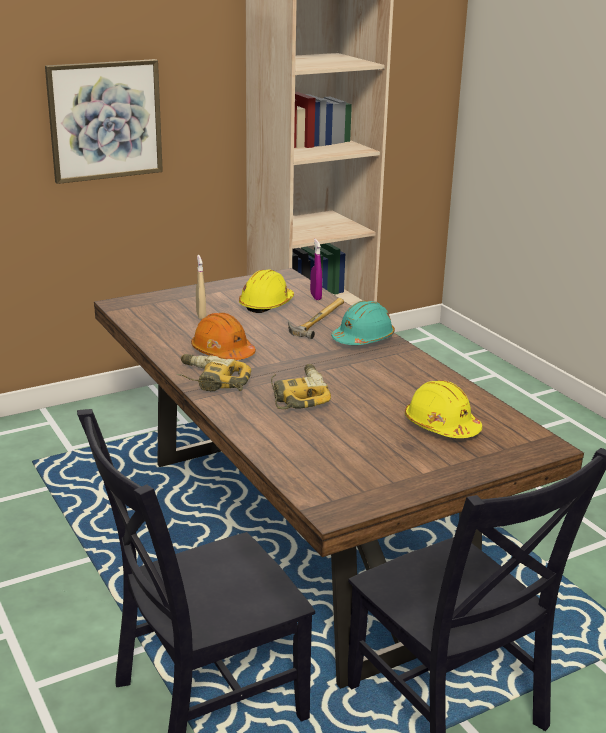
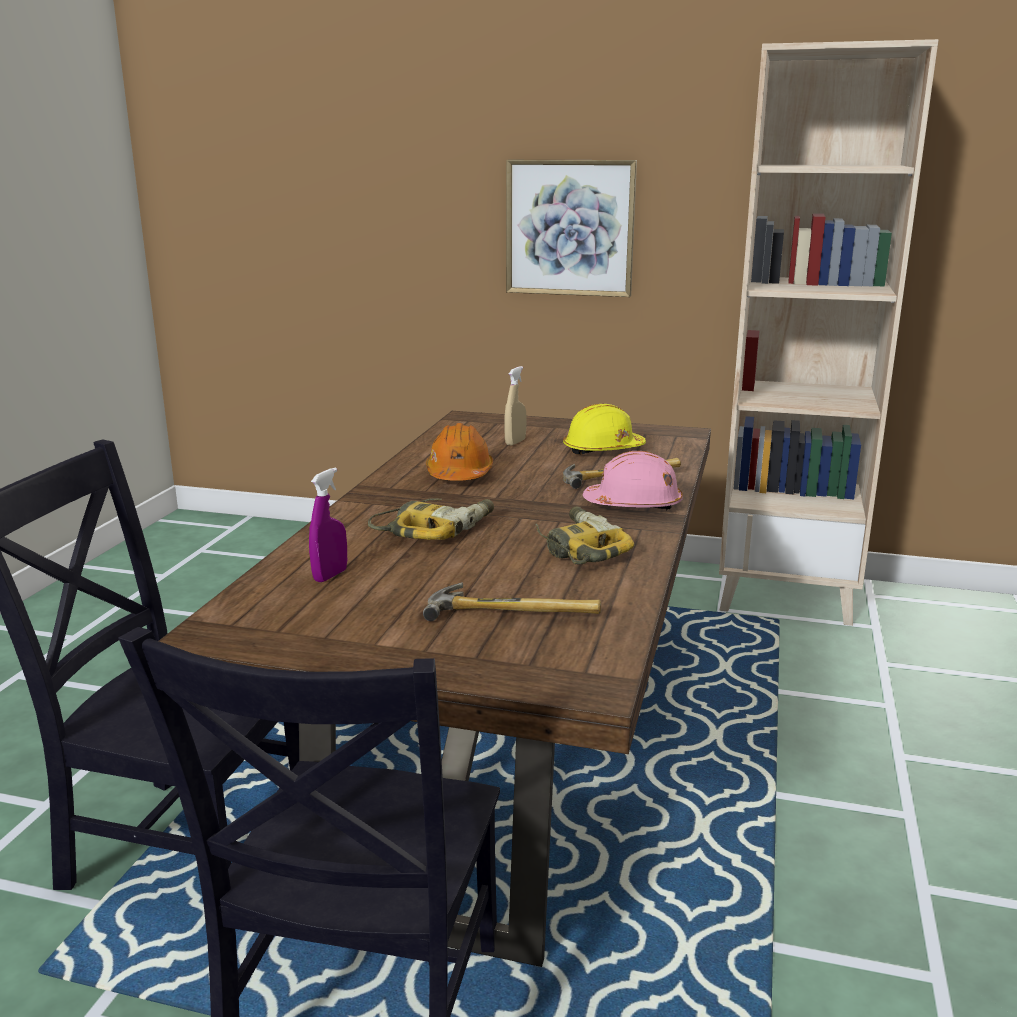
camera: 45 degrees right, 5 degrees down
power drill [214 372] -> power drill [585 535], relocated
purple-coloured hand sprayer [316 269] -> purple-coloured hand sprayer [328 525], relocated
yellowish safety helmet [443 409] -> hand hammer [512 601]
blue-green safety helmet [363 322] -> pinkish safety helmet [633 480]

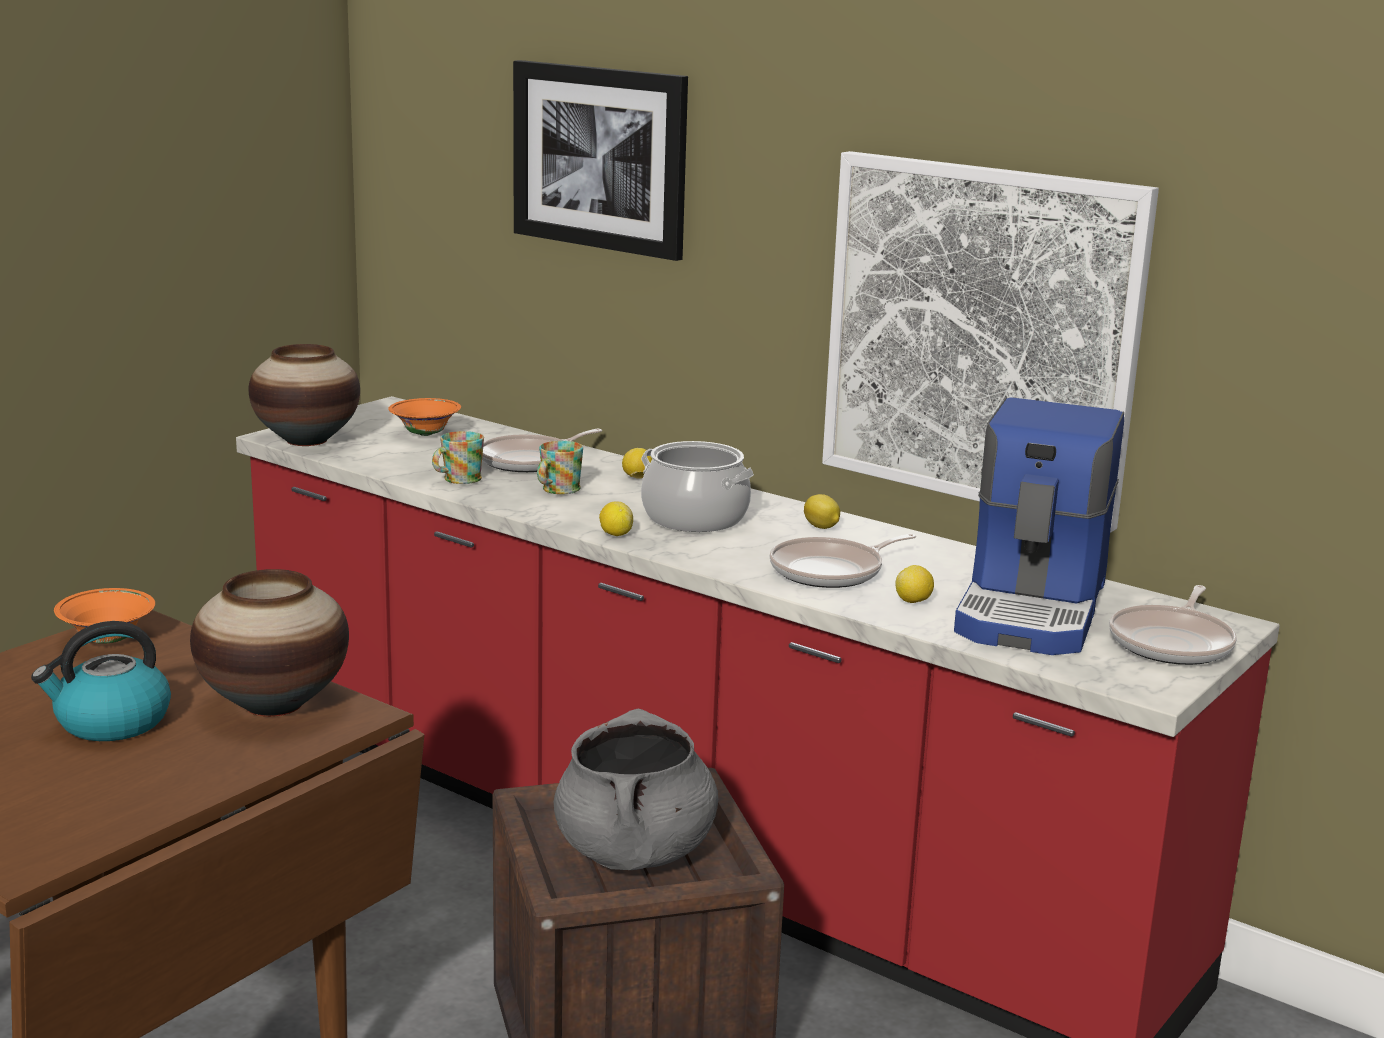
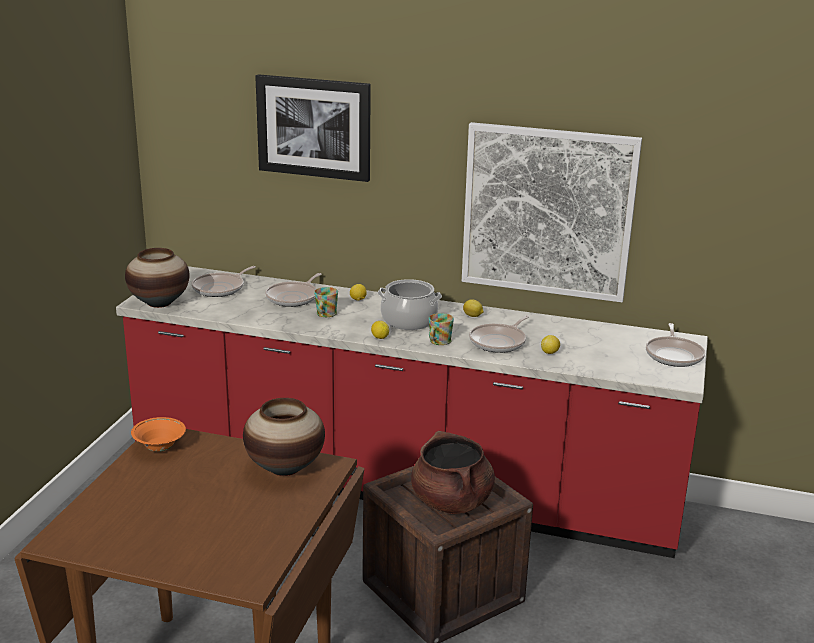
camera: 20 degrees left, 5 degrees up
tea kettle [101 681] -> none
coffee machine [1039 526] -> none
mug [458 457] -> mug [441 329], relocated
orange bowl [424 417] -> frying pan [223 281]
greyish cooking pot [636 789] -> brownish cooking pot [453 472]

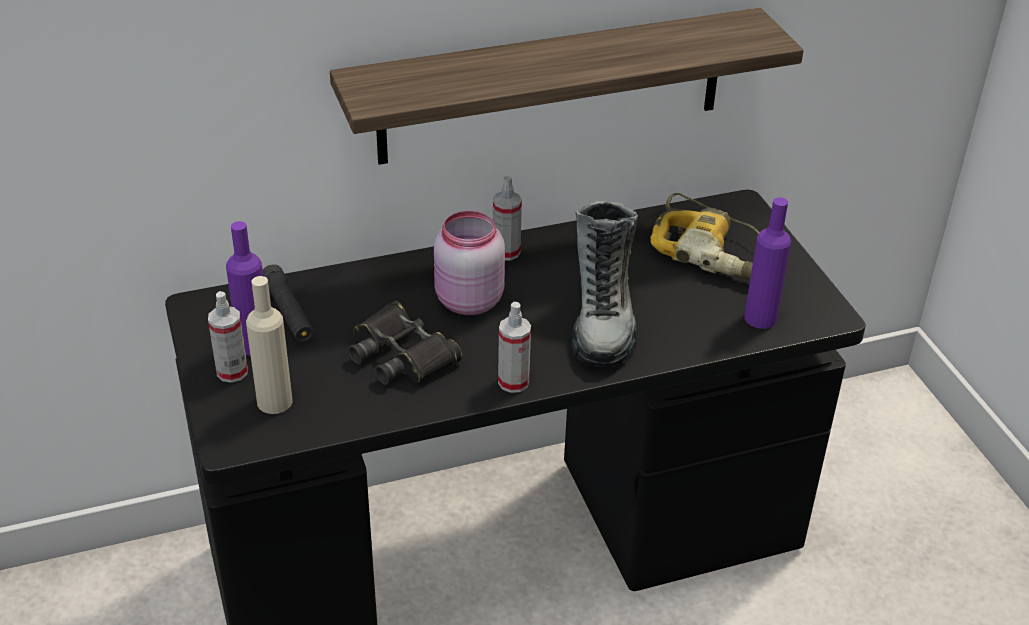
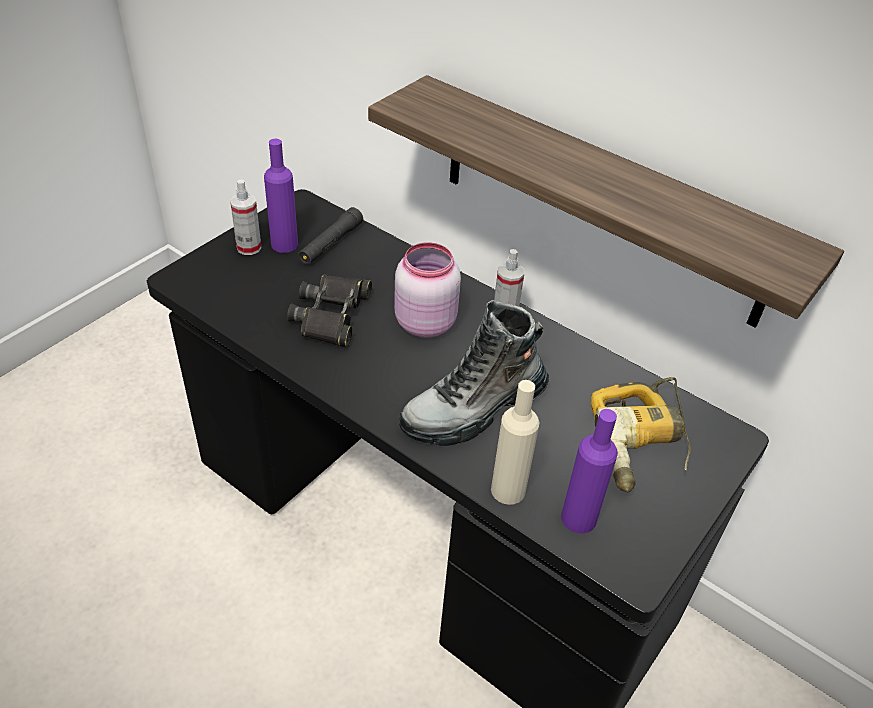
camera: 55 degrees right, 5 degrees up
hand sprayer [514 347] -> none
sand-coloured bottle [269 345] -> sand-coloured bottle [515 442], relocated

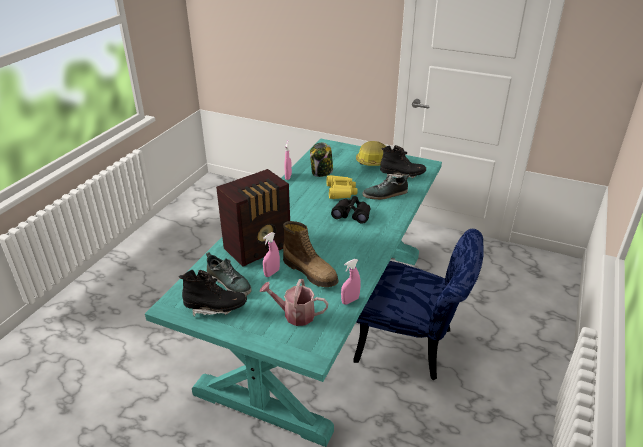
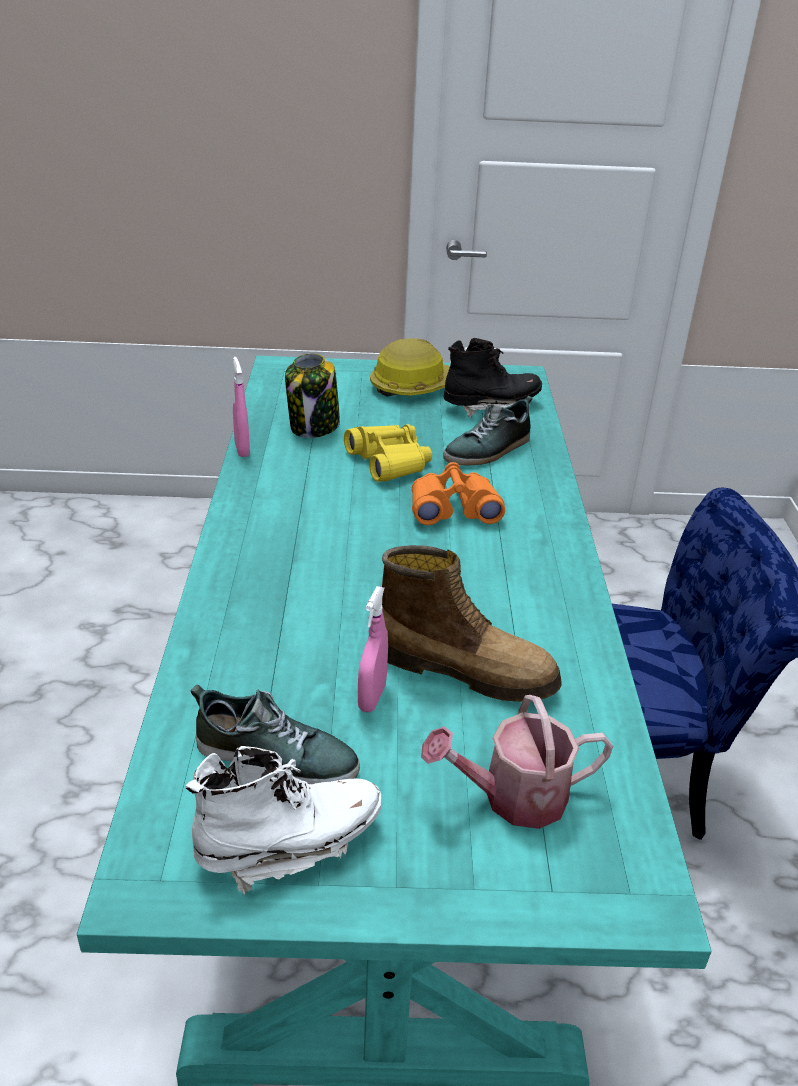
camera: 25 degrees left, 0 degrees up
radio [253 218] -> none
pinkish hand sprayer [351 282] -> none
black-coloured high-top boot [213 293] -> whitish high-top boot [284 820]
black-coloured pair of binoculars [351 210] -> orange pair of binoculars [458 493]

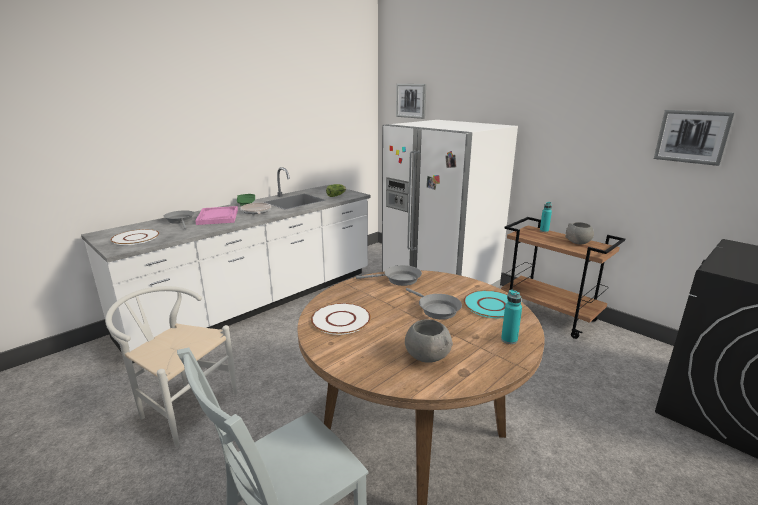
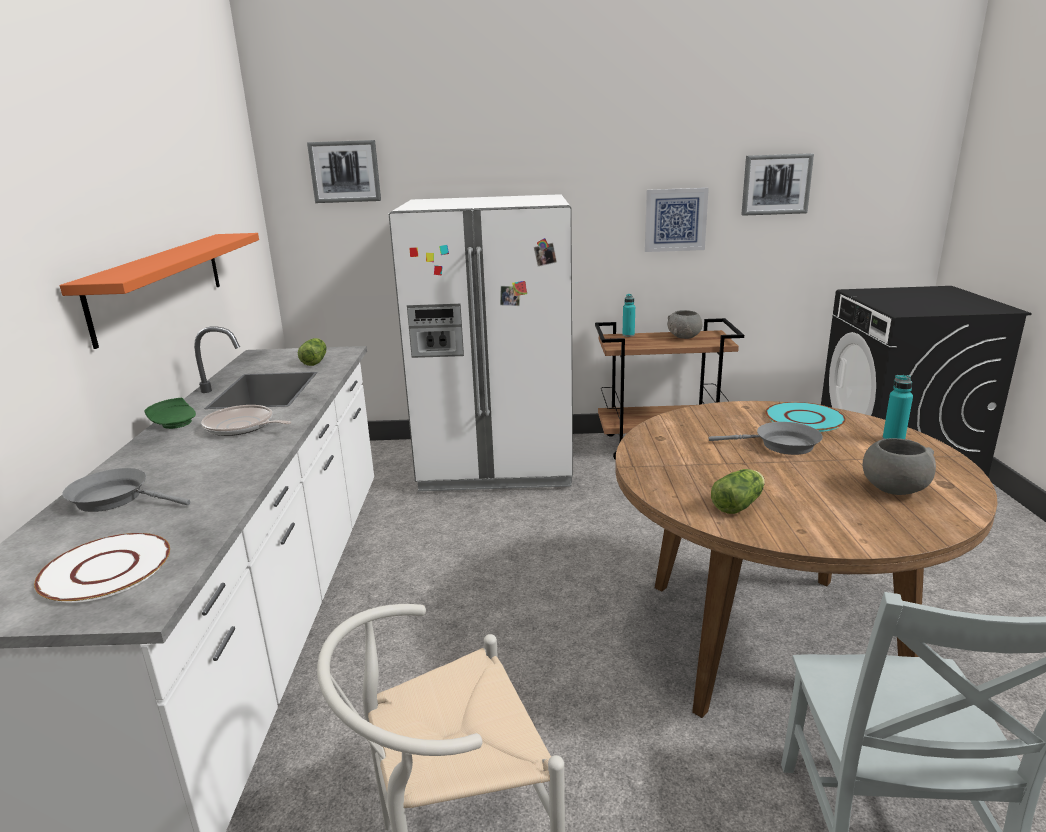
camera: 45 degrees left, 0 degrees up
pinkish tray [216 215] -> none
greyish frying pan [389 275] -> none
none -> orange shelf [159 291]
none -> wall art [677 220]
whitish plate [341 319] -> lettuce head [738 491]

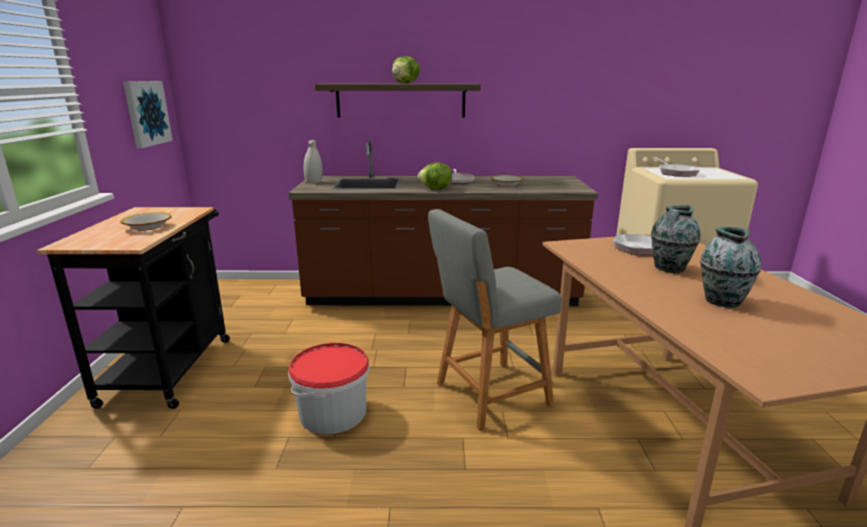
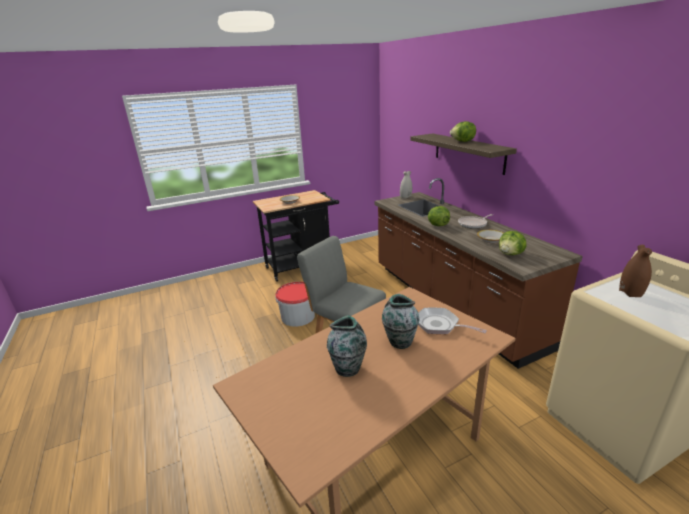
camera: 65 degrees right, 5 degrees up
wall art [148 114] -> none
none -> lettuce head [513 243]
frying pan [676 167] -> brownish flower vase [635 271]

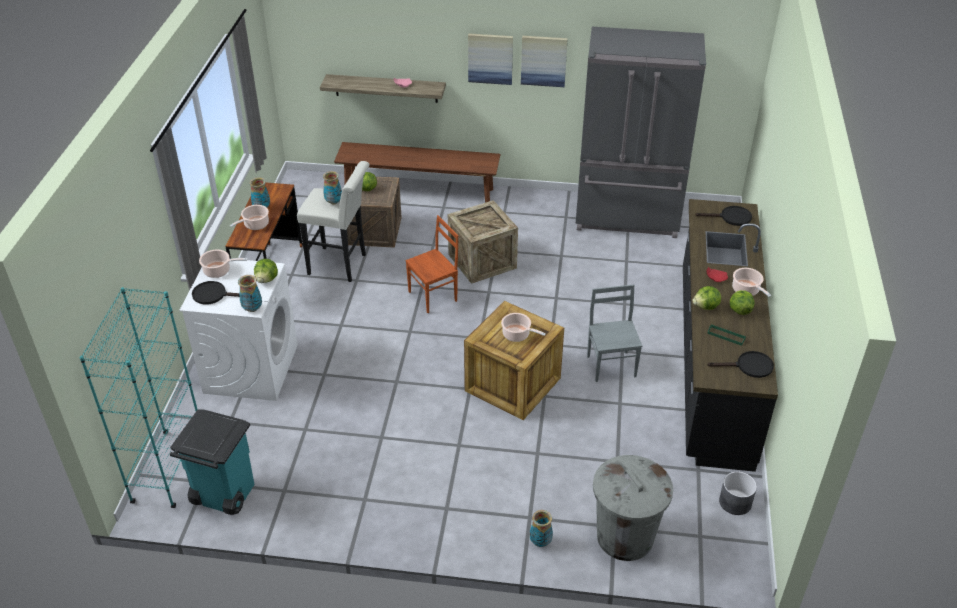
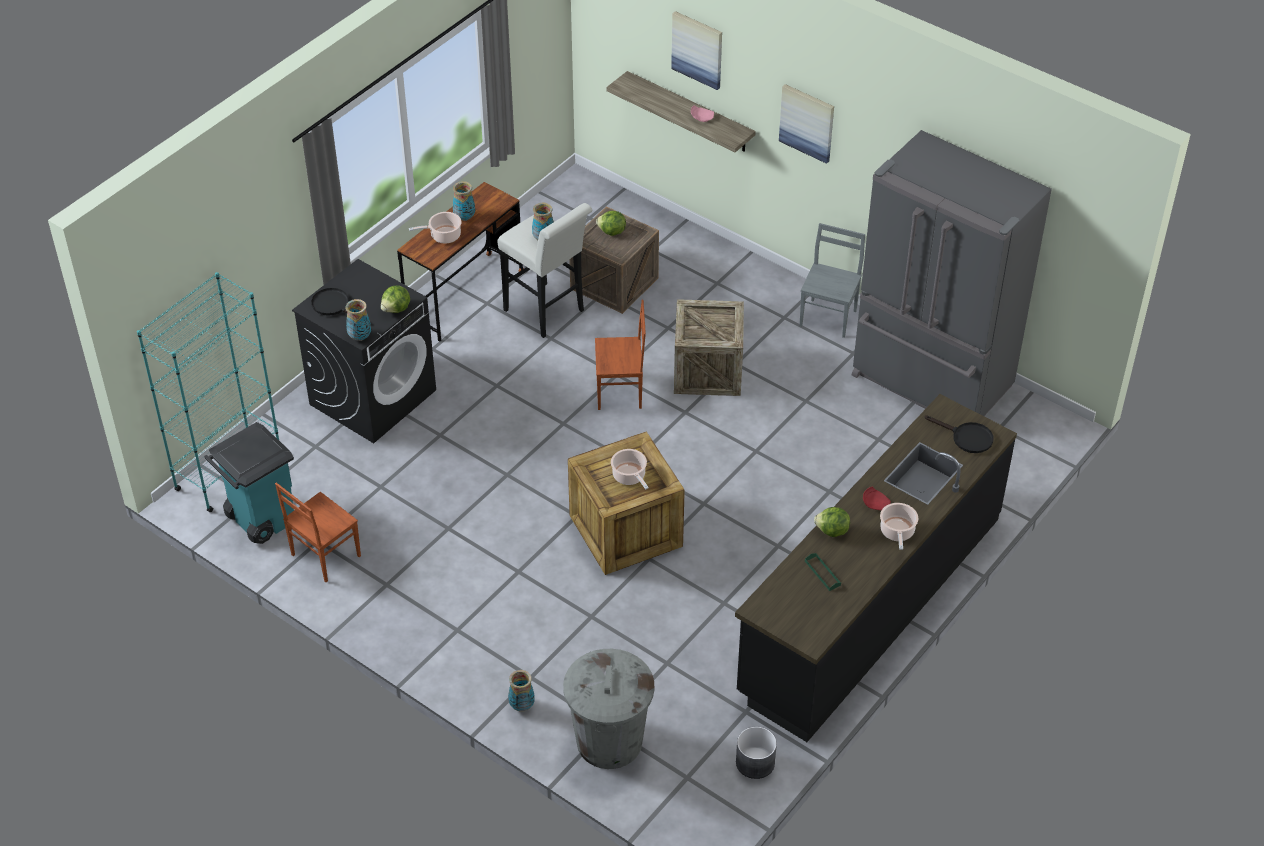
camera: 30 degrees right, 5 degrees up
cooking pot [223 263] -> none
brownish indoor bench [417 172] -> none
black-coloured frying pan [740 364] -> none
lettuce head [742 302] -> none
none -> brownish upright chair [318 532]
wall art [544 61] -> wall art [696 50], relocated
greyish upright chair [614 333] -> greyish upright chair [832 280], relocated
whitish laundry machine [238 330] -> black-coloured laundry machine [364 351]

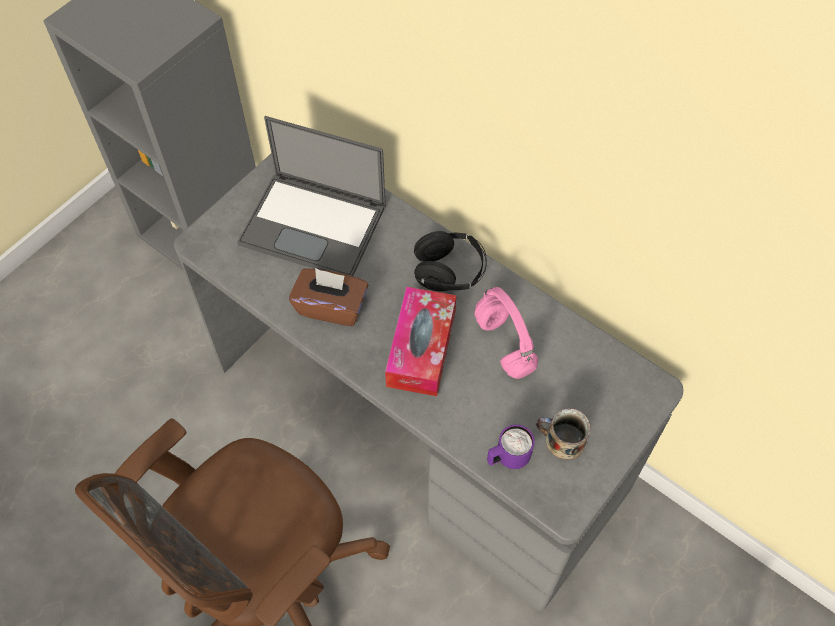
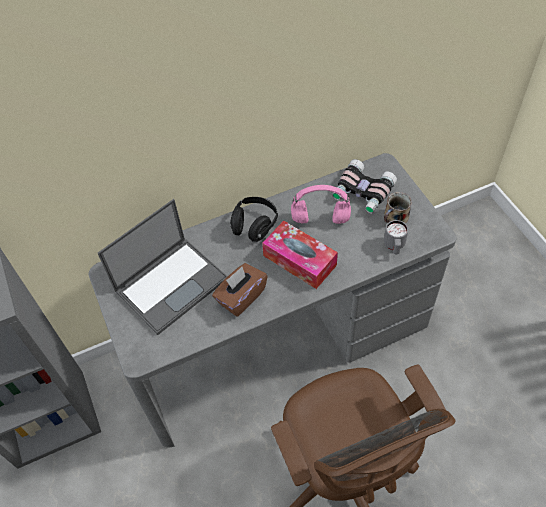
camera: 60 degrees left, 5 degrees down
none -> pair of binoculars [364 186]
purple-coloured mug [510 446] -> greyish mug [396 237]

